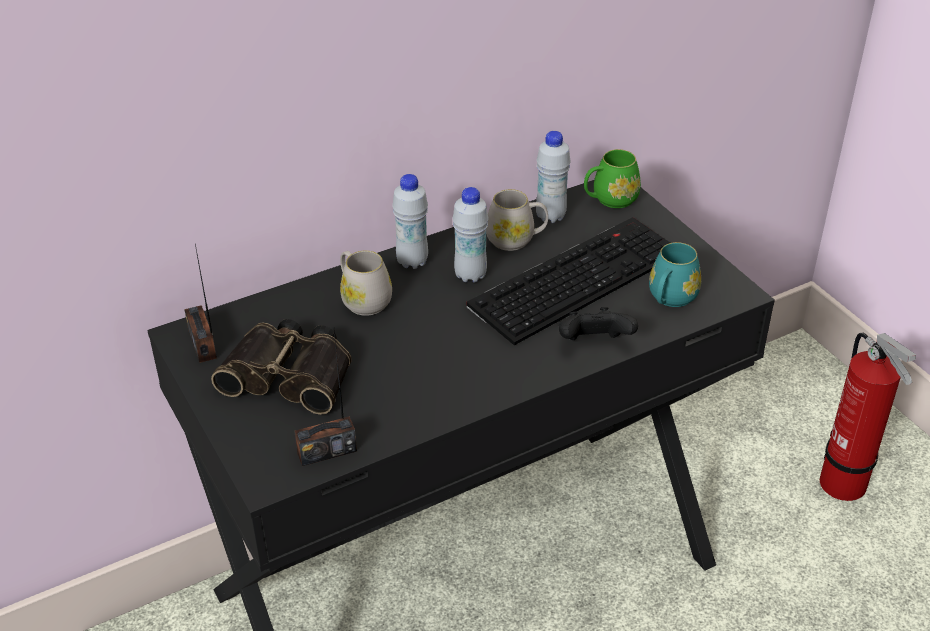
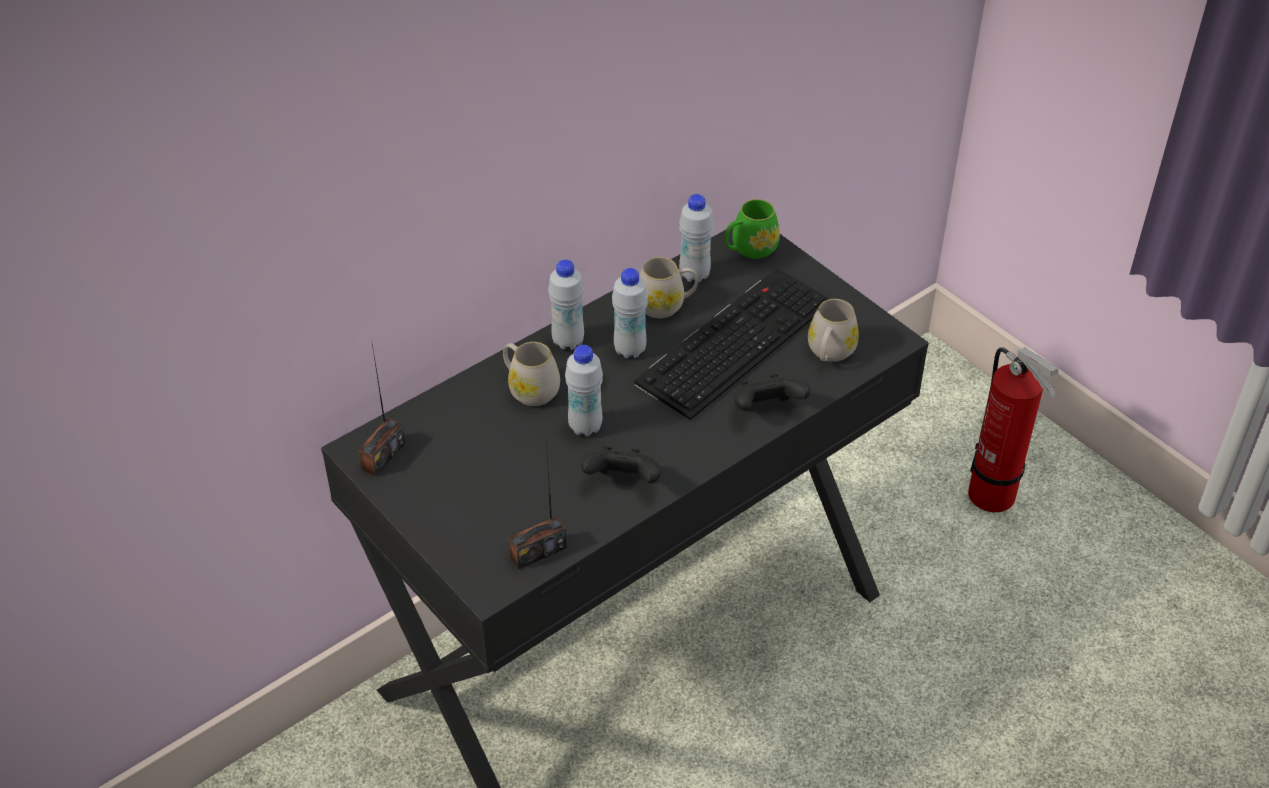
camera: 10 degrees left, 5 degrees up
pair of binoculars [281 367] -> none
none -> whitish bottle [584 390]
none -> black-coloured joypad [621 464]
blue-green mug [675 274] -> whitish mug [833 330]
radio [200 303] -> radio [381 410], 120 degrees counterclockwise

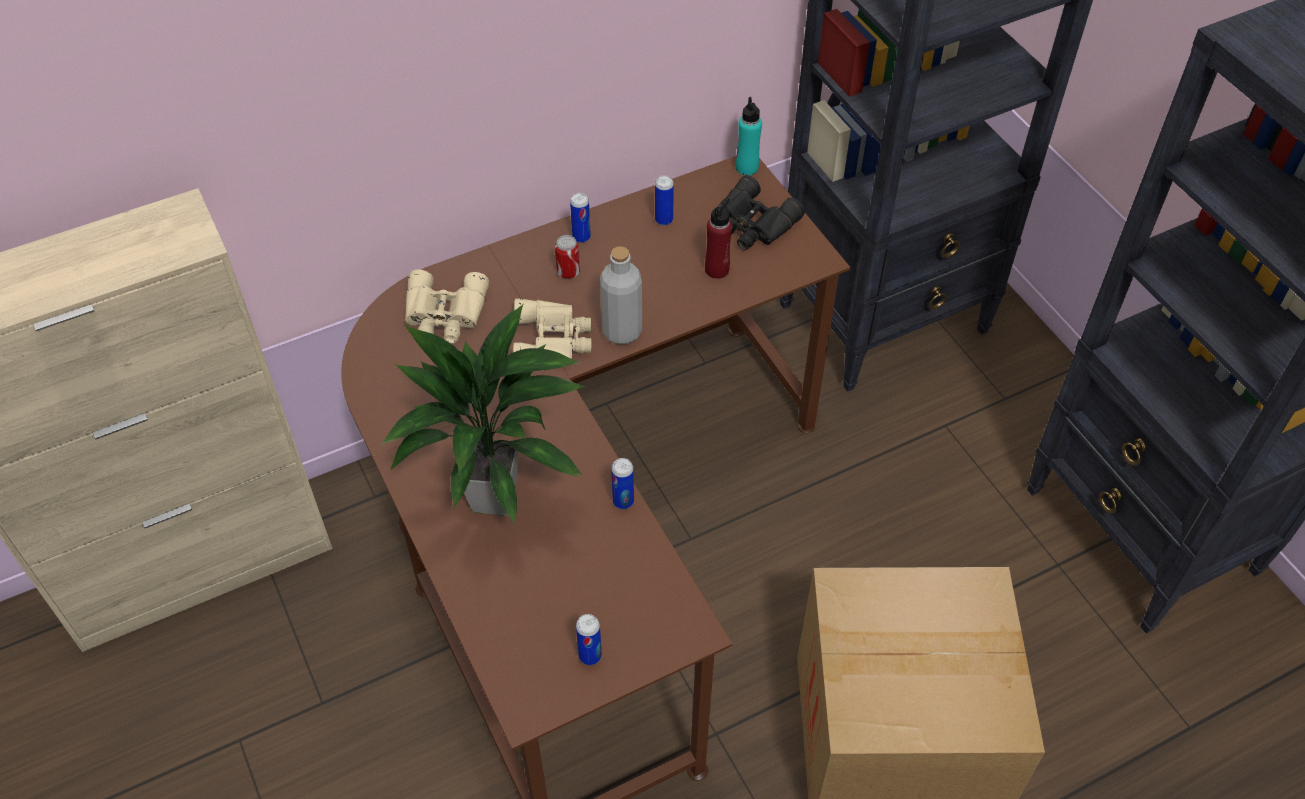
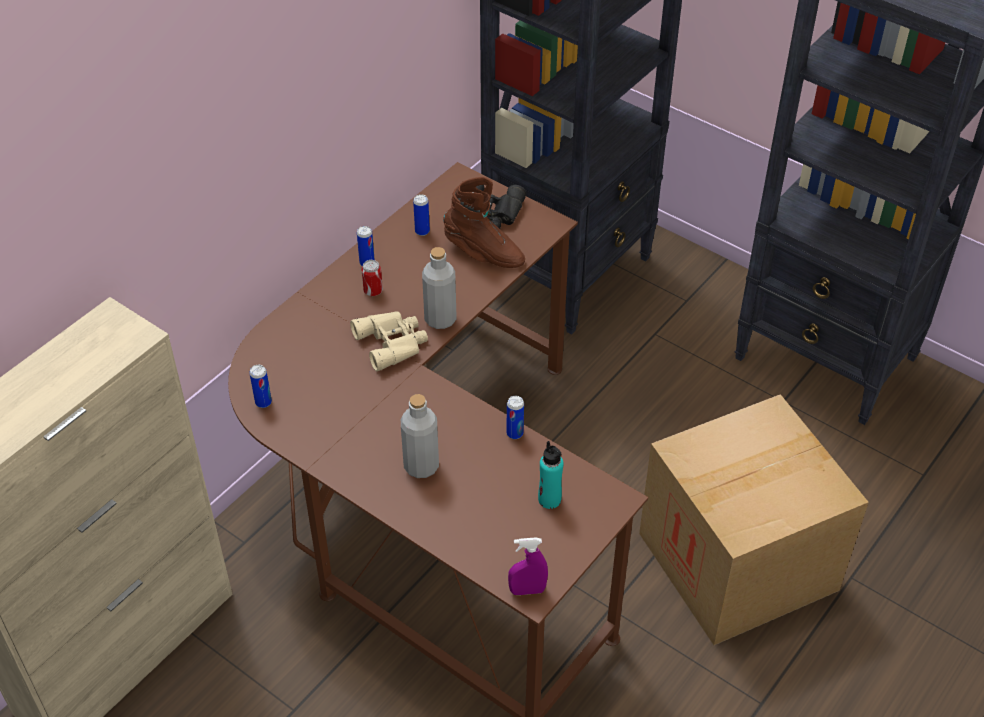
camera: 25 degrees left, 5 degrees down
sand-coloured pair of binoculars [447 306] -> none
none -> purple-coloured hand sprayer [528 566]
metal can [589 639] -> metal can [260 386], relocated
blue-green bottle [749 136] -> blue-green bottle [550 475], relocated
plant in a pot [483 413] -> greyish bottle [420 436]
red bottle [718 238] -> brownish high-top boot [484 222]

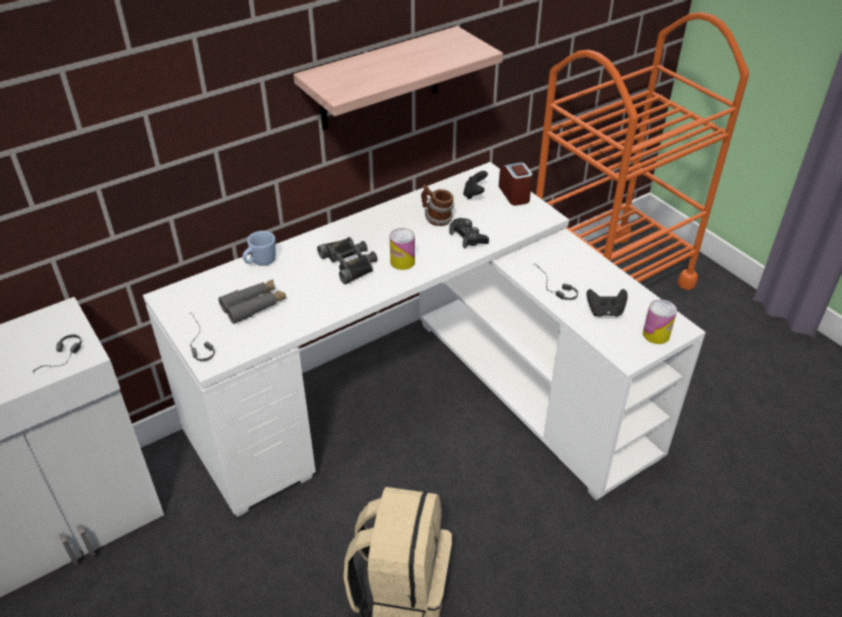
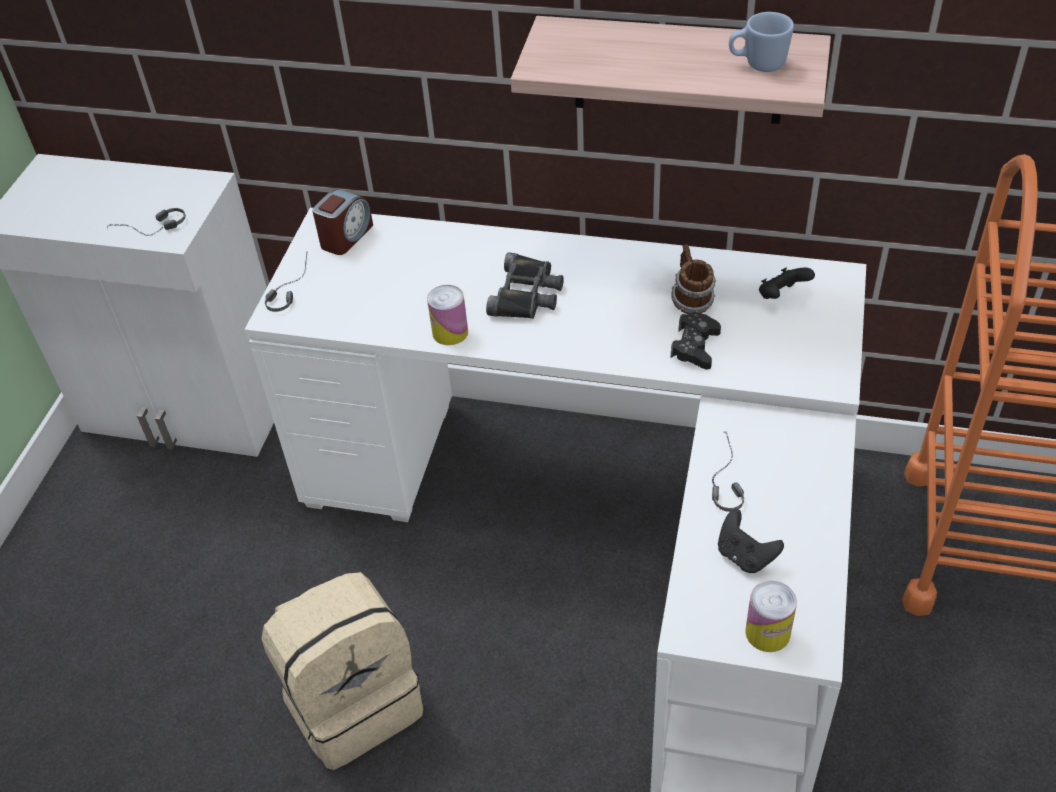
camera: 50 degrees right, 5 degrees up
greyish pair of binoculars [252 302] -> none
blue mug [259 248] -> blue mug [761 42], relocated
metal can [402 249] -> metal can [447 315], relocated
alarm clock [515 184] -> alarm clock [342 222], relocated

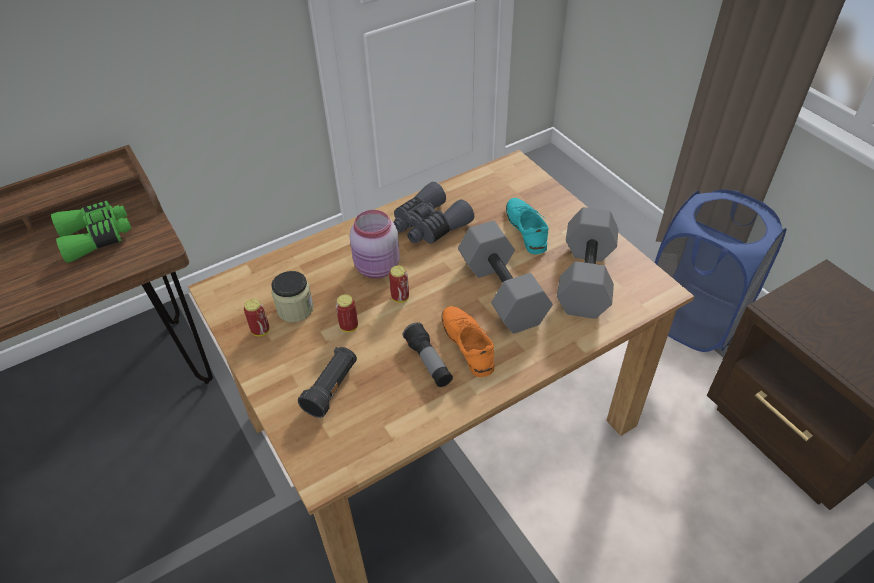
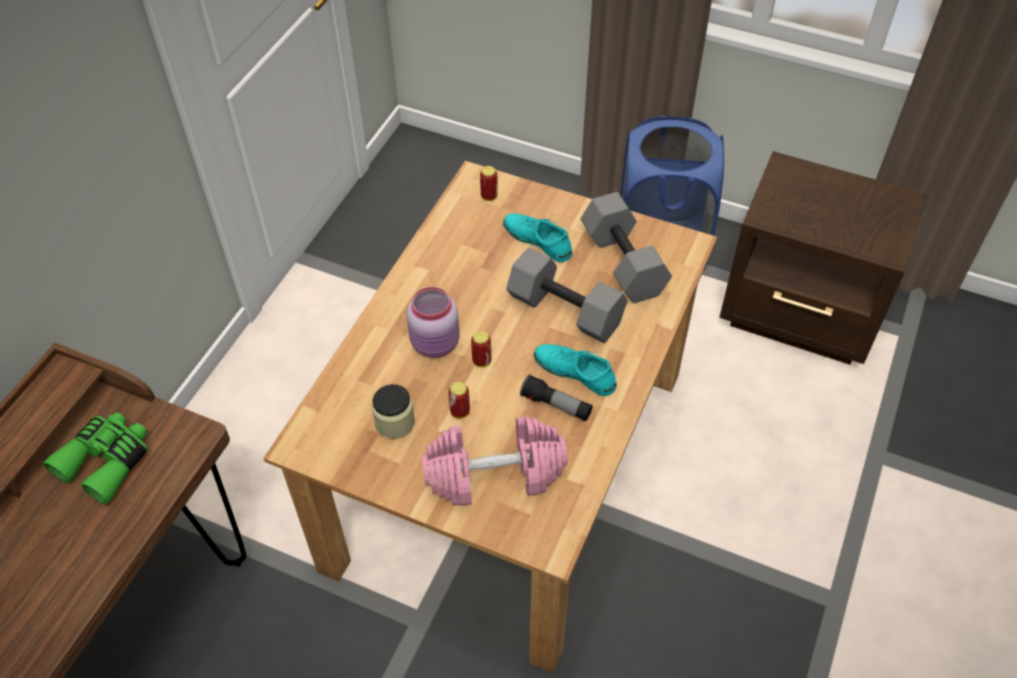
camera: 35 degrees left, 5 degrees up
greyish pair of binoculars [433 213] -> none
metal can [257 318] -> metal can [489 183], relocated
black-coloured flashlight [327 382] -> pinkish hand weight [495 461]
orange shoe [468 341] -> blue-green shoe [575 370]

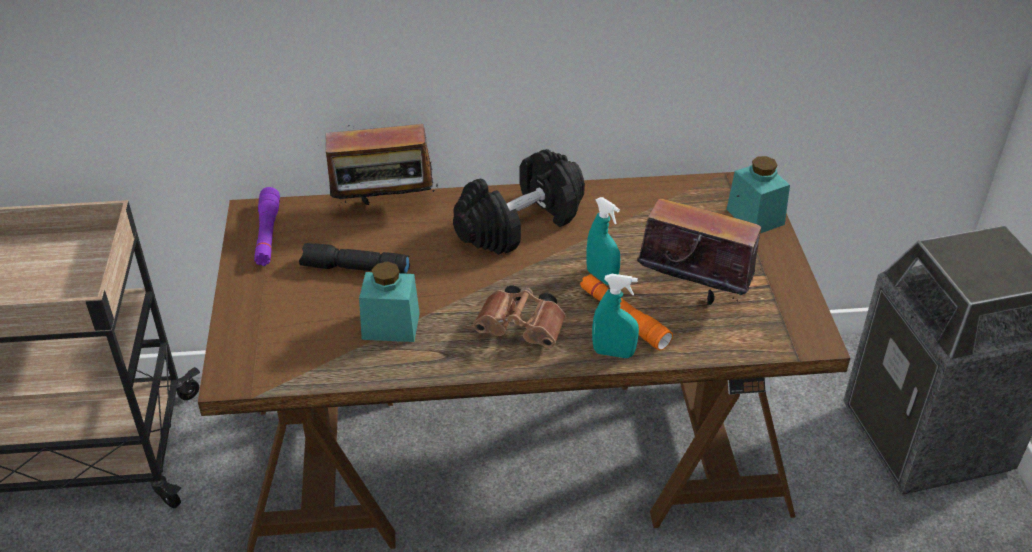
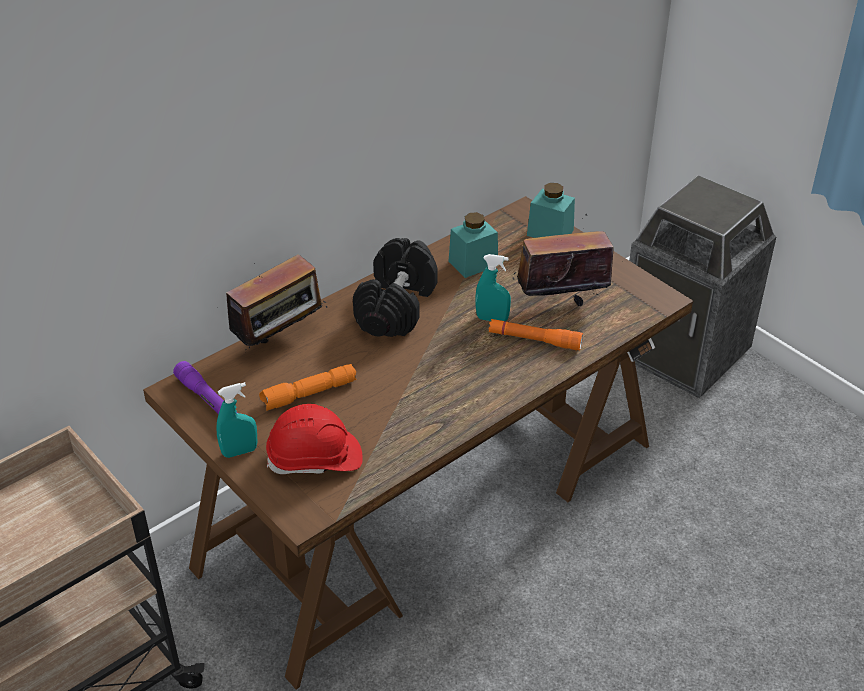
camera: 35 degrees left, 0 degrees up
brownish pair of binoculars [519 317] -> none
none -> red safety helmet [314 439]
blue-green jar [389 301] -> blue-green jar [473 245], relocated
blue-green hand sprayer [615 316] -> blue-green hand sprayer [237 420], relocated
black-coloured flashlight [354 258] -> orange flashlight [308 387]

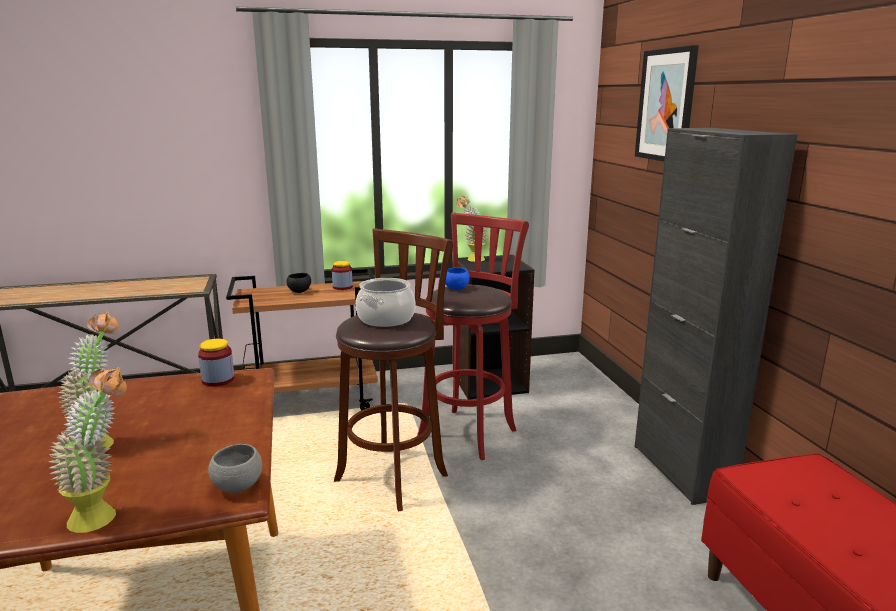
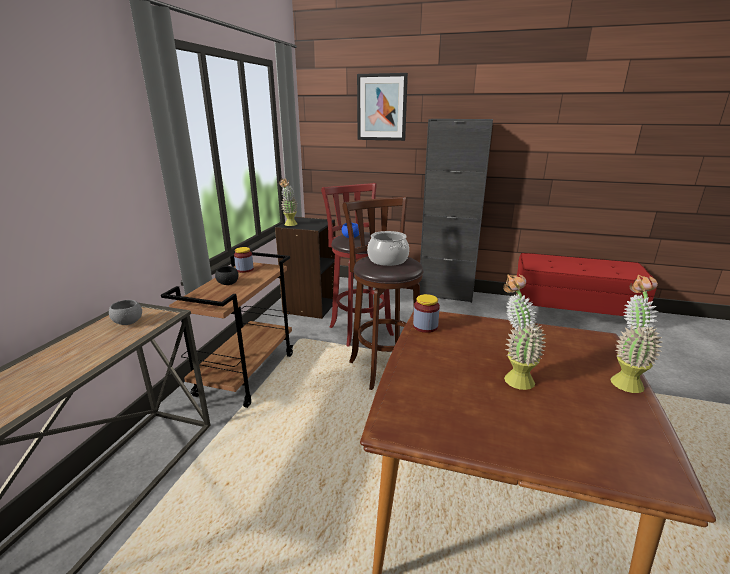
camera: 60 degrees left, 5 degrees up
greyish bowl [235 468] -> greyish bowl [125 312], relocated

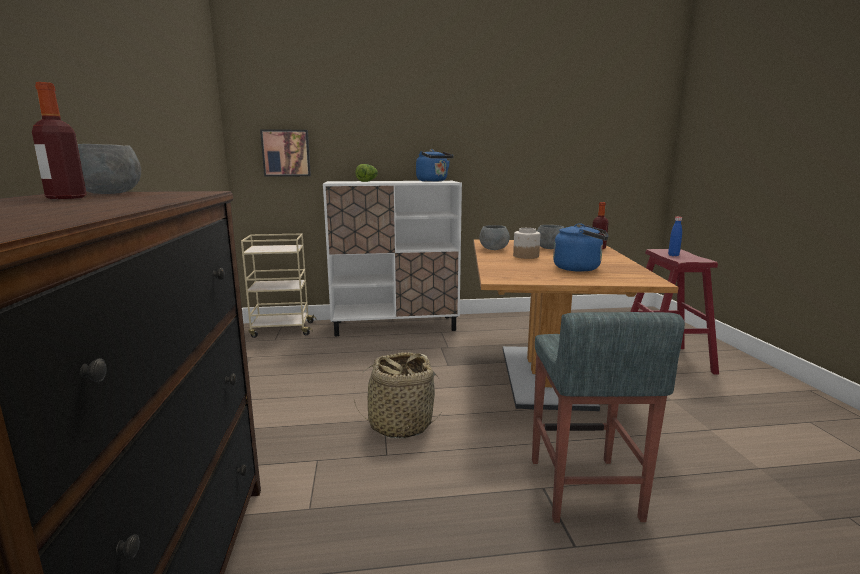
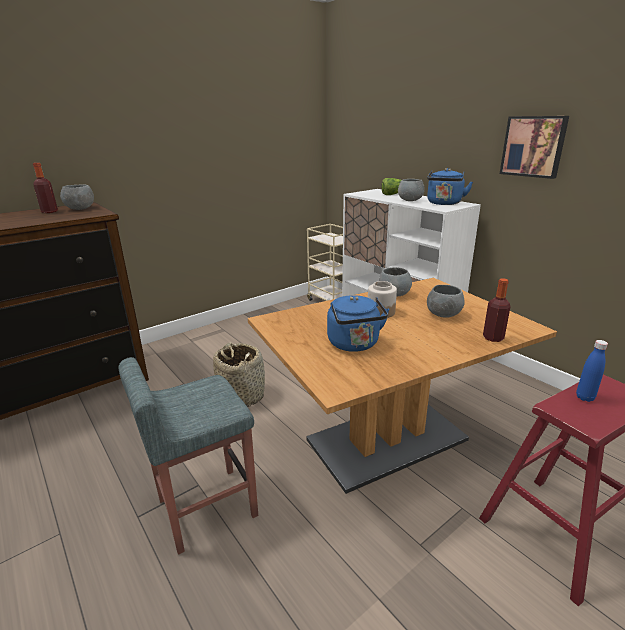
camera: 60 degrees right, 10 degrees up
none -> greyish bowl [411 190]
wall art [285 153] -> wall art [534 147], relocated

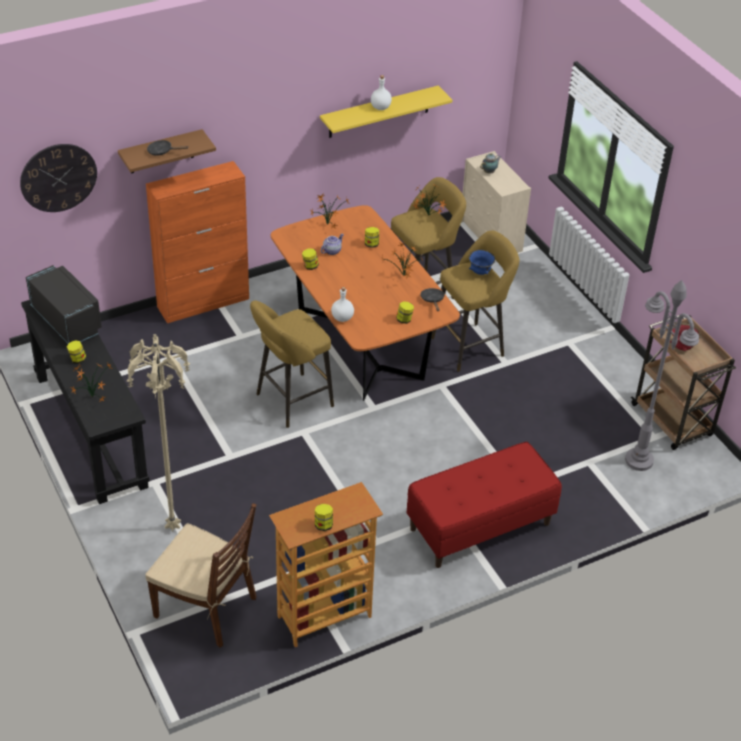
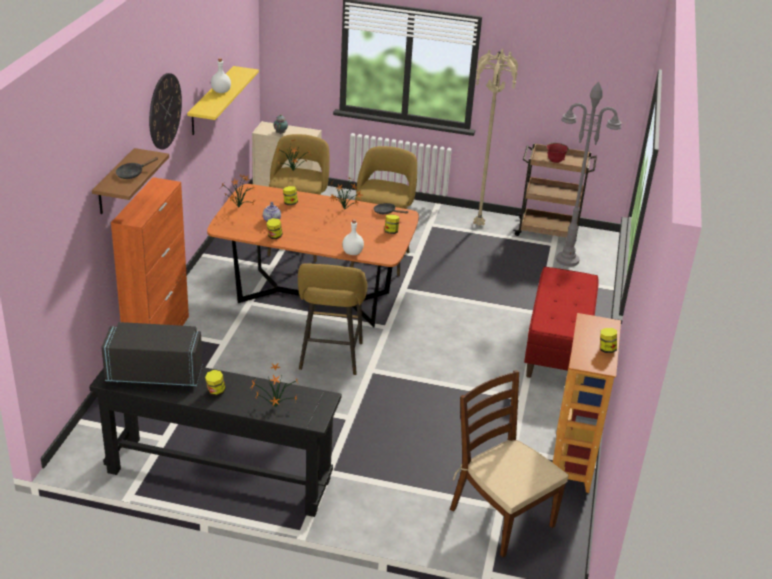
camera: 50 degrees left, 10 degrees down
blue bowl [482 262] -> none
hanging clock [58 178] -> hanging clock [165 111], relocated
sand-coloured floor lamp [158 433] -> sand-coloured floor lamp [495 137], relocated
brownish upright chair [201 575] -> brownish upright chair [509 463], 105 degrees counterclockwise

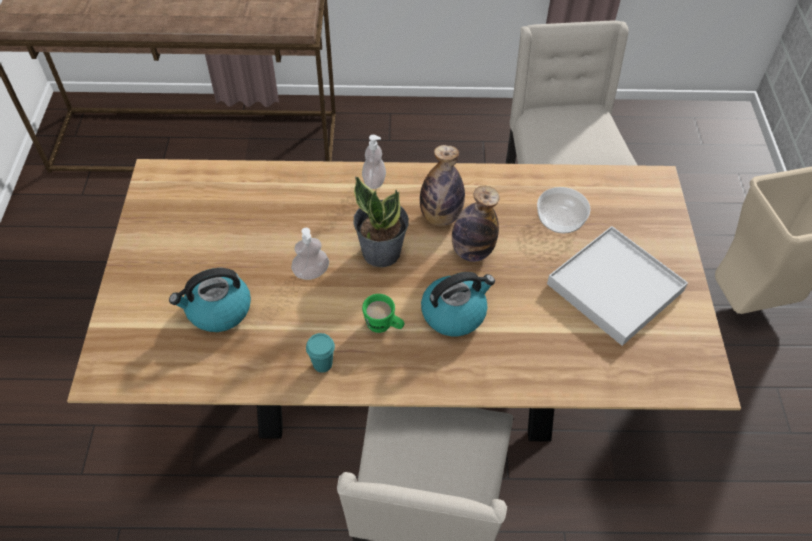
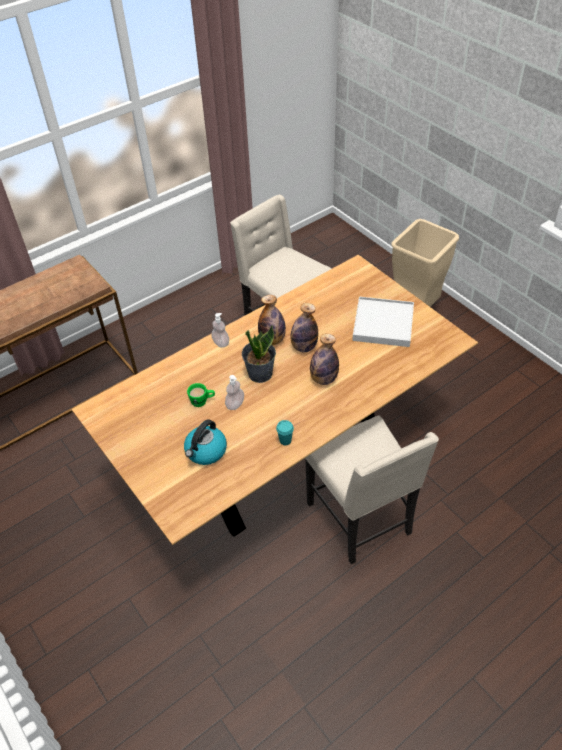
camera: 35 degrees left, 5 degrees down
bowl [563 210] -> none
greenish mug [383 313] -> greenish mug [201 395], relocated
tea kettle [458 304] -> bottle [324 359]

